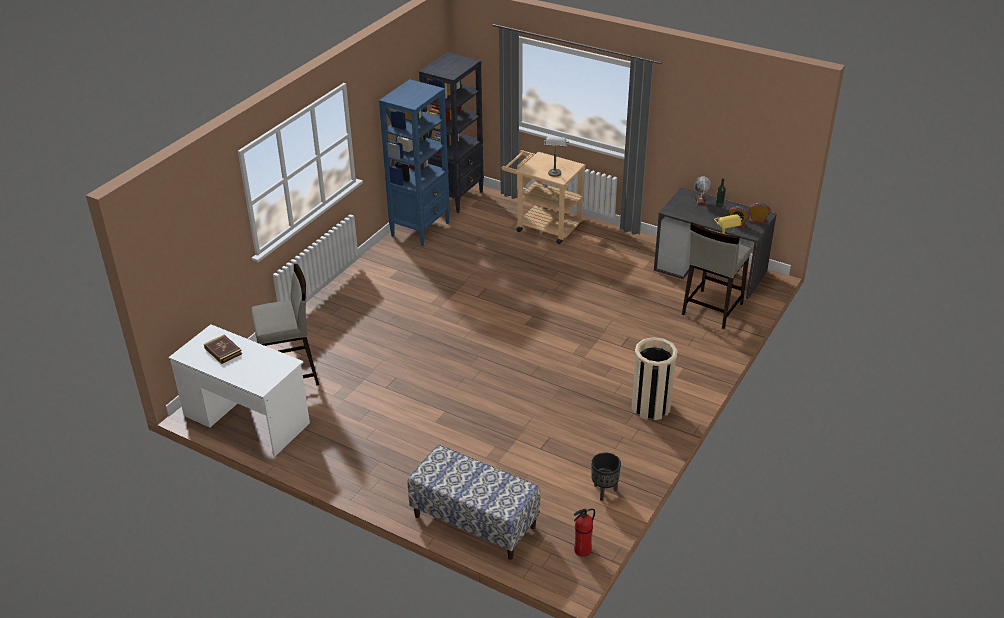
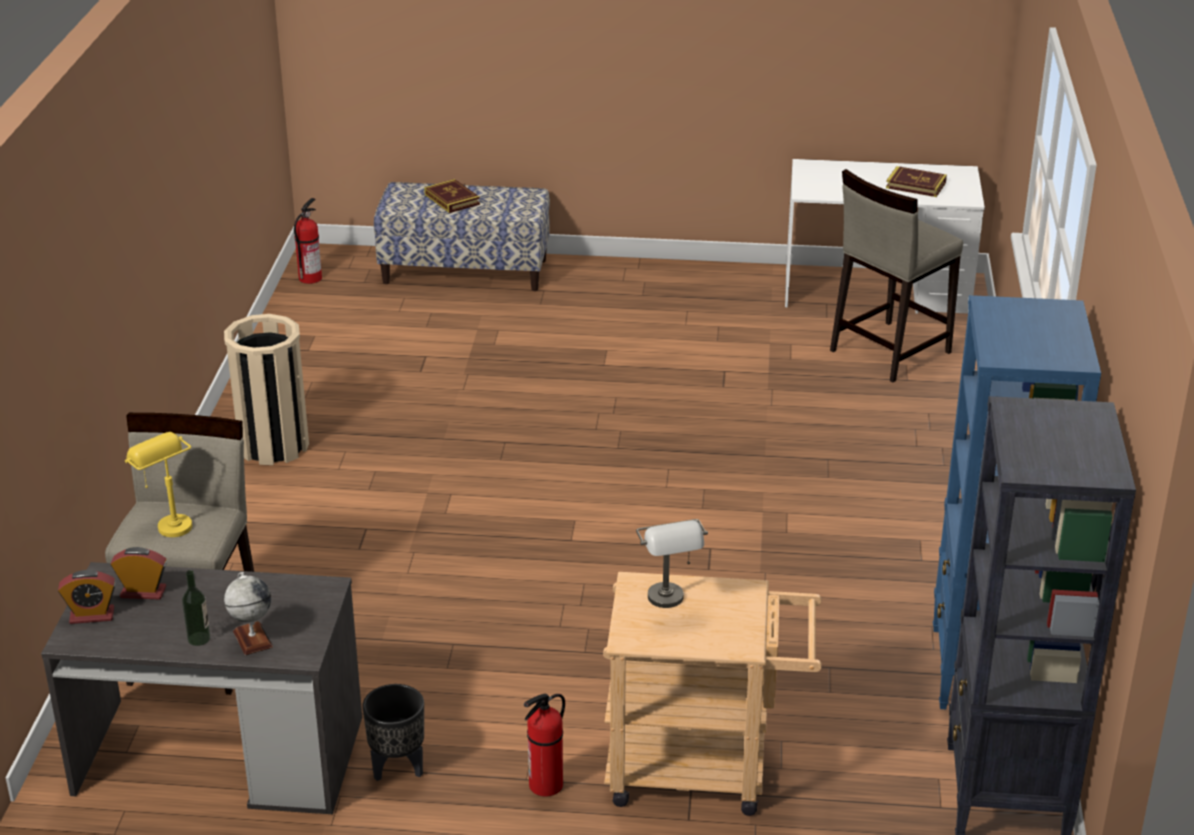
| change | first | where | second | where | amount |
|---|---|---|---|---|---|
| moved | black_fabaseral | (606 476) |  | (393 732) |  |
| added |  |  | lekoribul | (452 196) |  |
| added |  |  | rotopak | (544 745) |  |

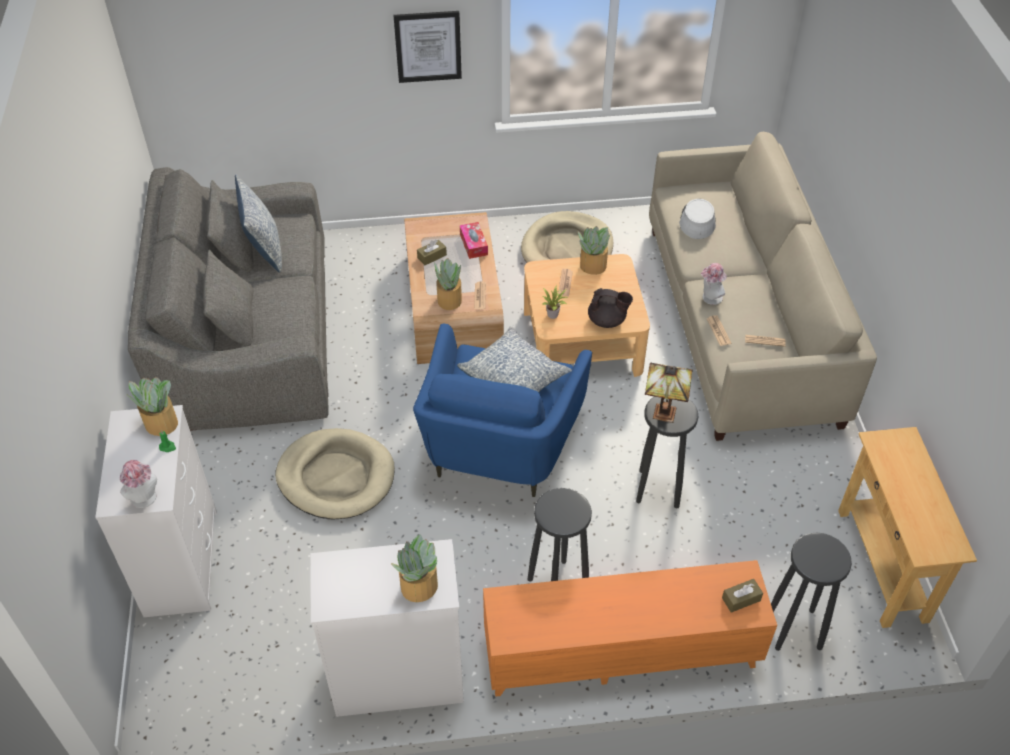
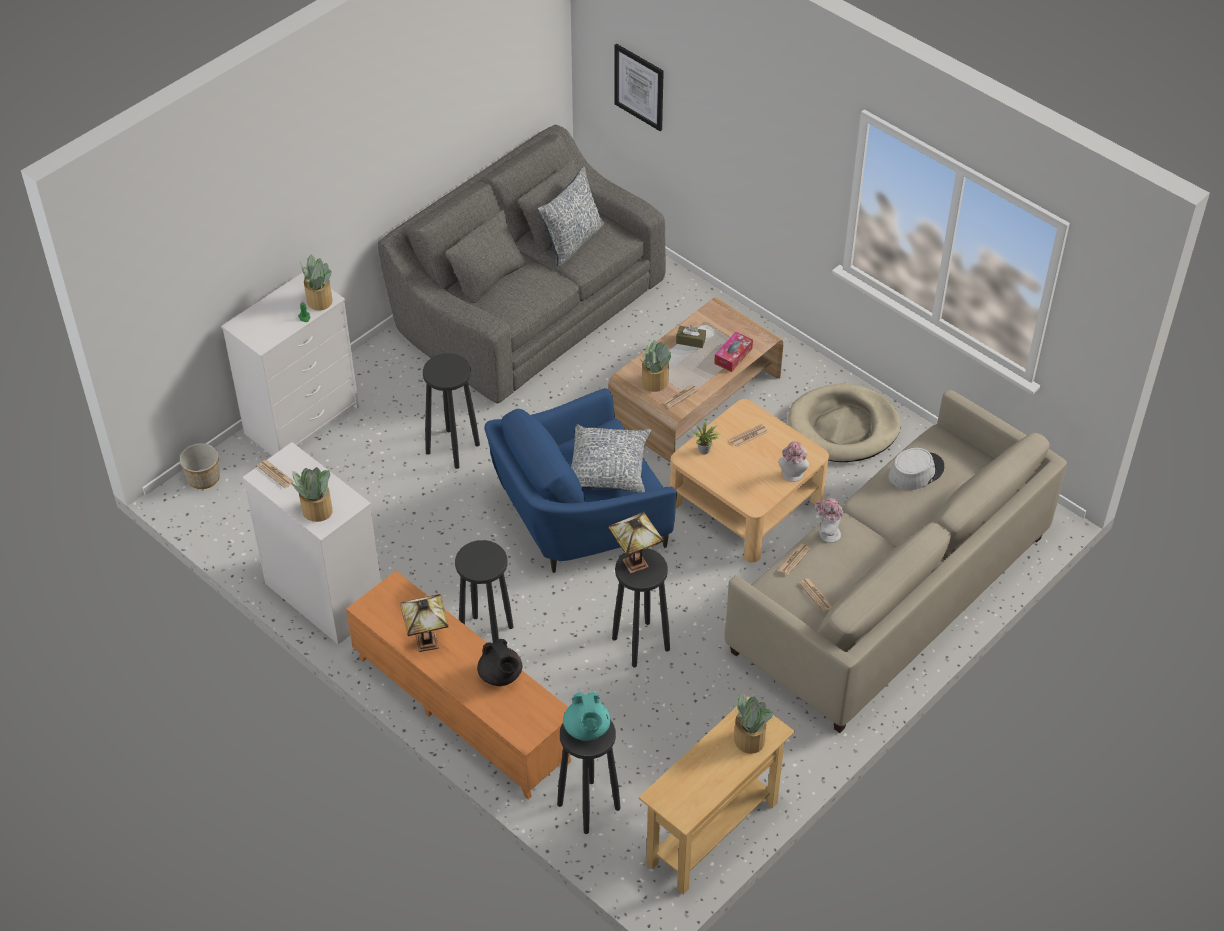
| change | first | where | second | where | amount |
|---|---|---|---|---|---|
| moved | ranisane | (427 47) |  | (639 87) |  |
| moved | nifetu | (594 250) |  | (753 723) |  |
| moved | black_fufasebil | (610 308) |  | (499 662) |  |
| replaced | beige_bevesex | (335 473) | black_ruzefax | (451 411) |  |
| moved | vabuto | (138 484) |  | (794 461) |  |
| removed | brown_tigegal | (742 596) |  |  |  |
| added |  |  | fabaseral | (200 466) |  |
| added |  |  | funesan | (275 474) |  |
| added |  |  | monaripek | (424 623) |  |
| added |  |  | turquoise_fufasebil | (586 716) |  |

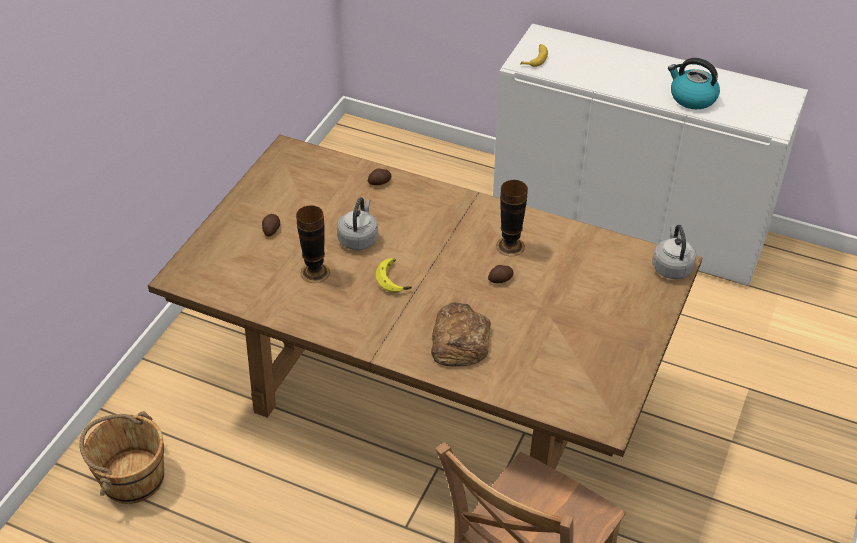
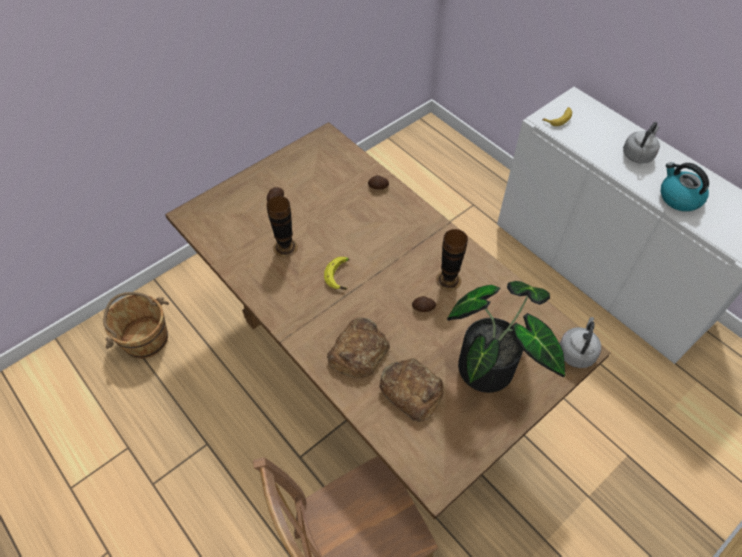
| change | first | where | second | where | amount |
|---|---|---|---|---|---|
| moved | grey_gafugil | (357 223) |  | (641 143) |  |
| added |  |  | nifetu | (506 337) |  |
| added |  |  | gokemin | (412 390) |  |

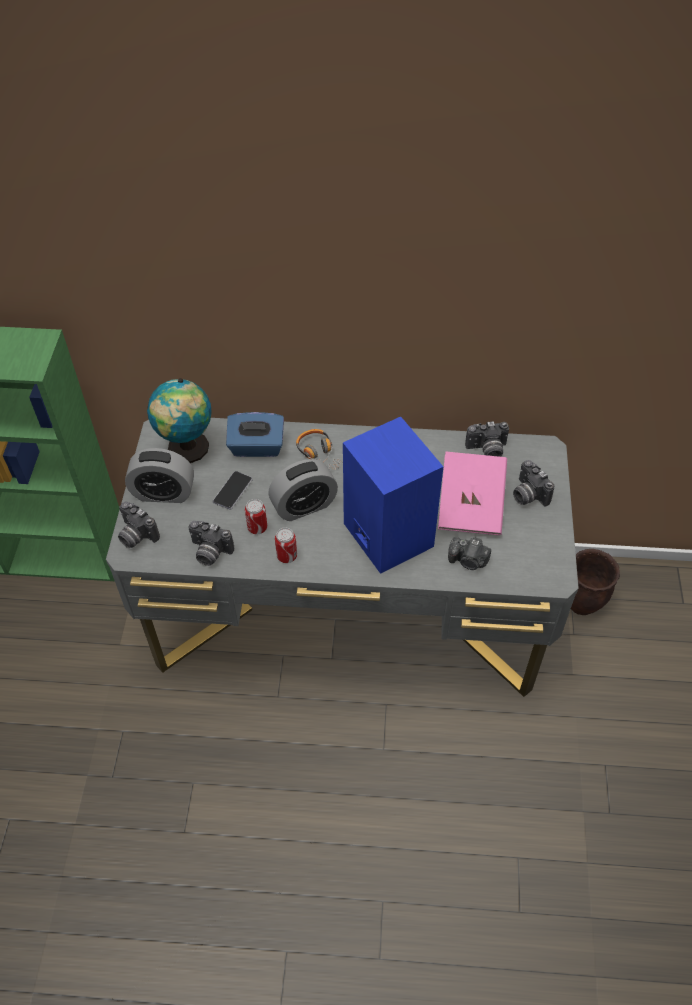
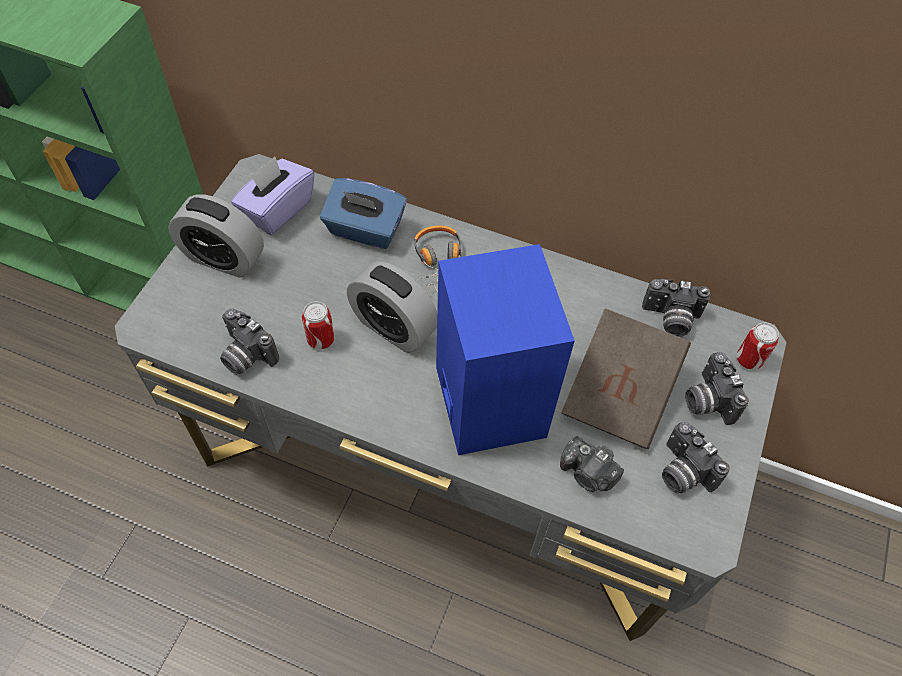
| change | first | where | second | where | amount |
|---|---|---|---|---|---|
| replaced | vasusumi | (179 420) | purple_tigegal | (273 196) |  |
| recoloured | pink_lekoribul | (472 493) | brown_lekoribul | (626 378) |  |
| turned | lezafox | (303 490) |  | (392 307) | 45 degrees clockwise |
| removed | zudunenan | (233 490) |  |  |  |
| moved | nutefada | (139 525) |  | (696 458) |  |
| moved | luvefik | (286 545) |  | (757 346) |  |
| removed | brown_fabaseral | (595 582) |  |  |  |

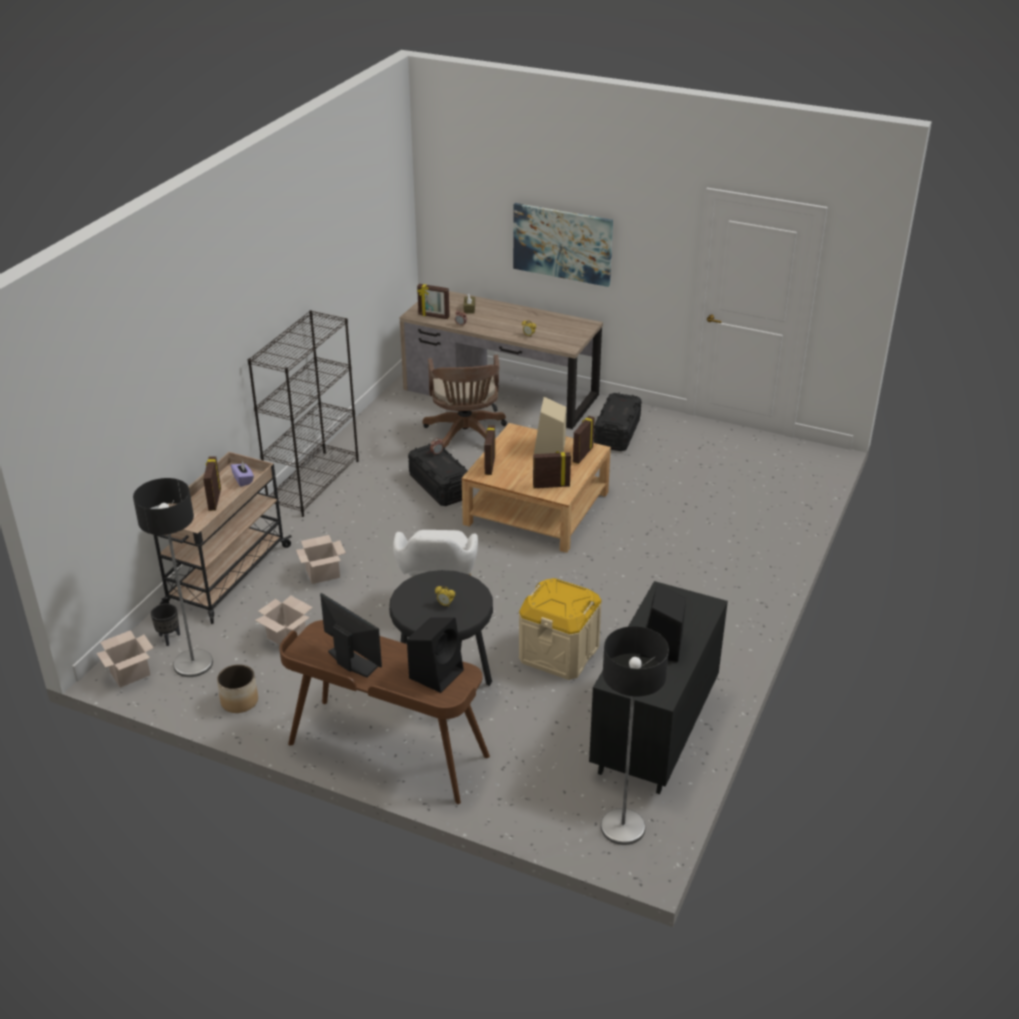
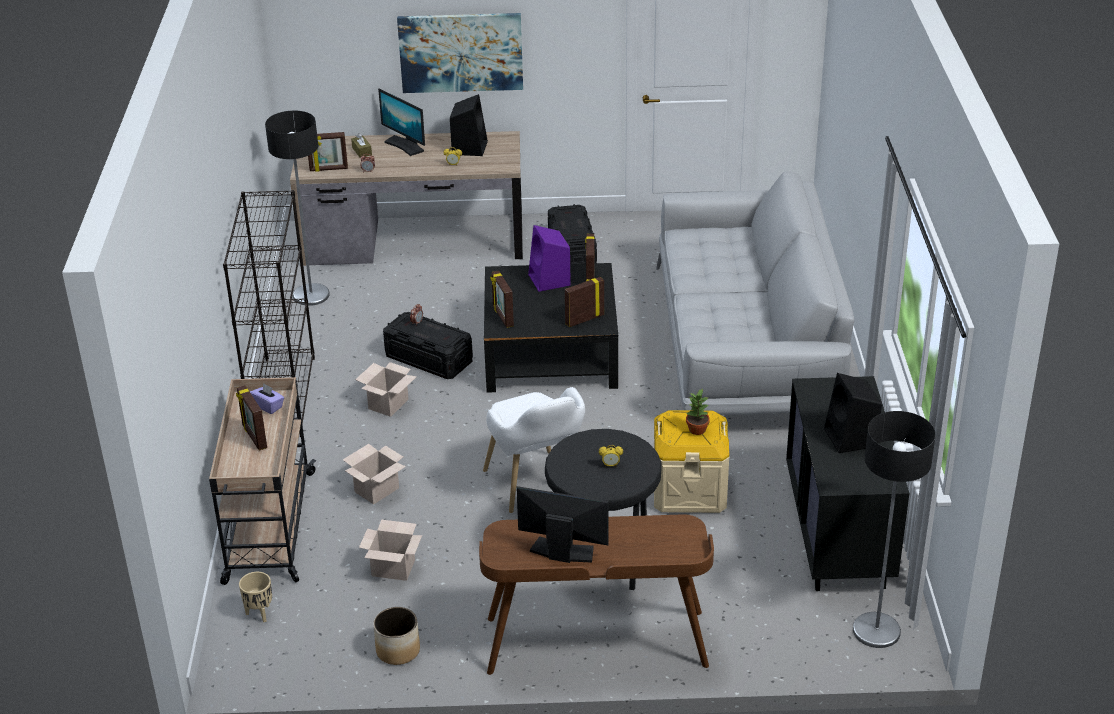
| change | first | where | second | where | amount |
|---|---|---|---|---|---|
| removed | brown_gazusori | (465 401) |  |  |  |
| recoloured | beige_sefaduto | (550 425) | purple_sefaduto | (549 258) |  |
| recoloured | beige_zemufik | (536 488) | black_zemufik | (551 328) |  |
| moved | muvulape | (173 577) |  | (297 208) |  |
| recoloured | black_fabaseral | (165 624) | beige_fabaseral | (255 597) |  |
| moved | black_sefaduto | (435 655) |  | (469 125) |  |
| moved | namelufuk | (124 659) |  | (386 389) |  |
| added |  |  | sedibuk | (401 122) |  |
| added |  |  | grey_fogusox | (755 293) |  |
| added |  |  | nifetu | (698 411) |  |

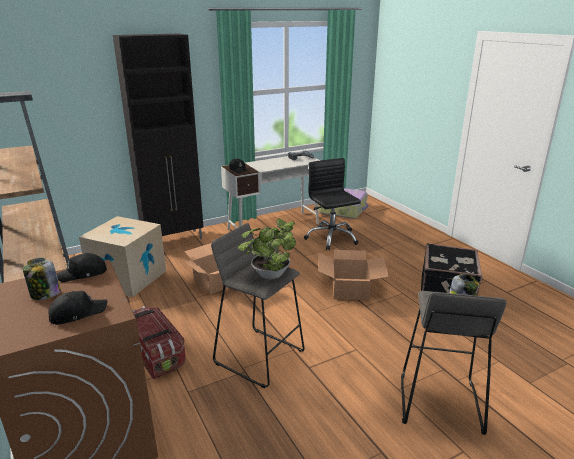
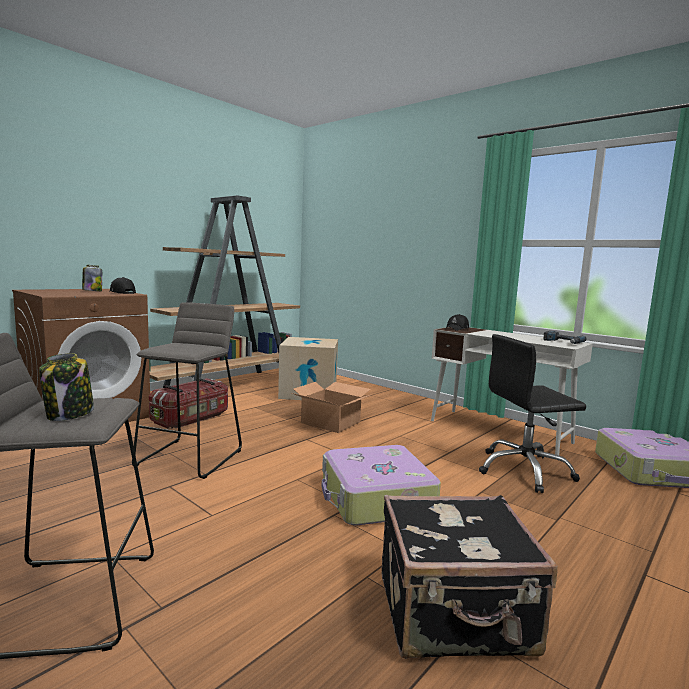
| change | first | where | second | where | amount |
|---|---|---|---|---|---|
| removed | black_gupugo | (158 136) |  |  |  |
| turned | black_gazusori | (332 204) |  | (532 413) | 150 degrees counterclockwise |
| removed | nifetu | (267 249) |  |  |  |
| replaced | namelufuk | (354 275) | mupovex | (381 485) |  |
| removed | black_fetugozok | (77 307) |  |  |  |

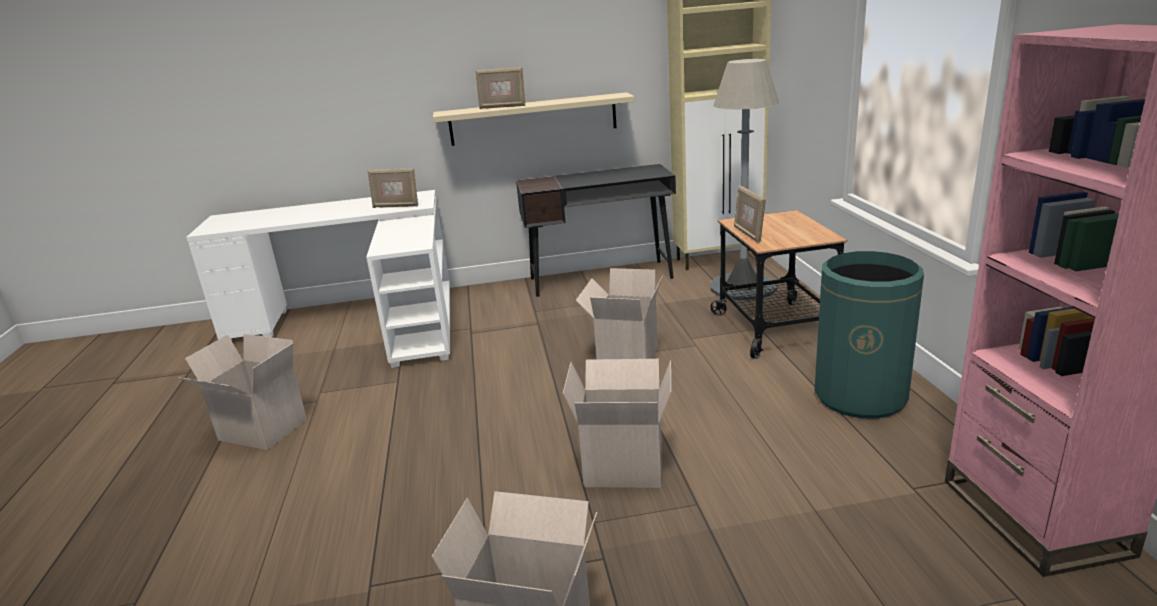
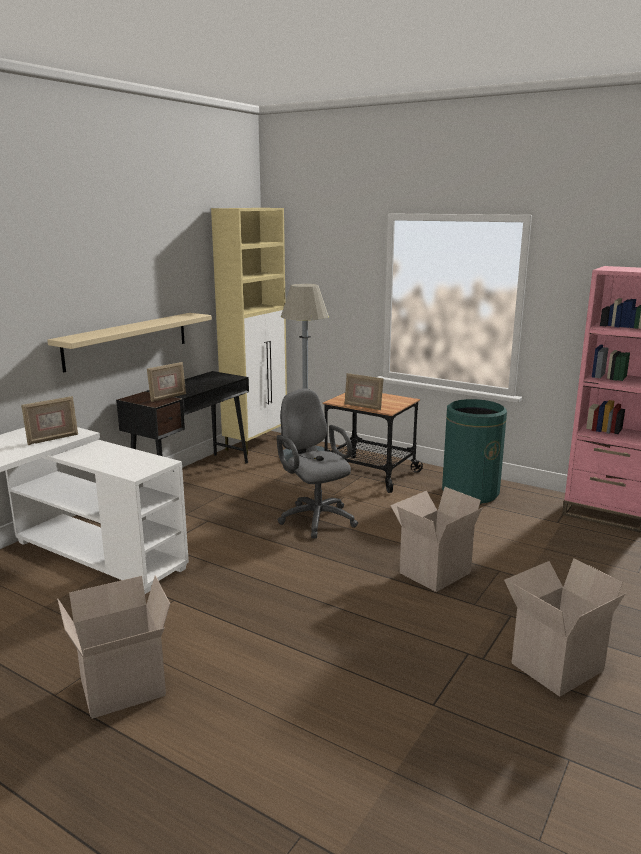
| change | first | where | second | where | amount |
|---|---|---|---|---|---|
| moved | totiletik | (500 88) |  | (166 382) |  |
| replaced | namelufuk | (619 313) | grey_gazusori | (317 463) |  |

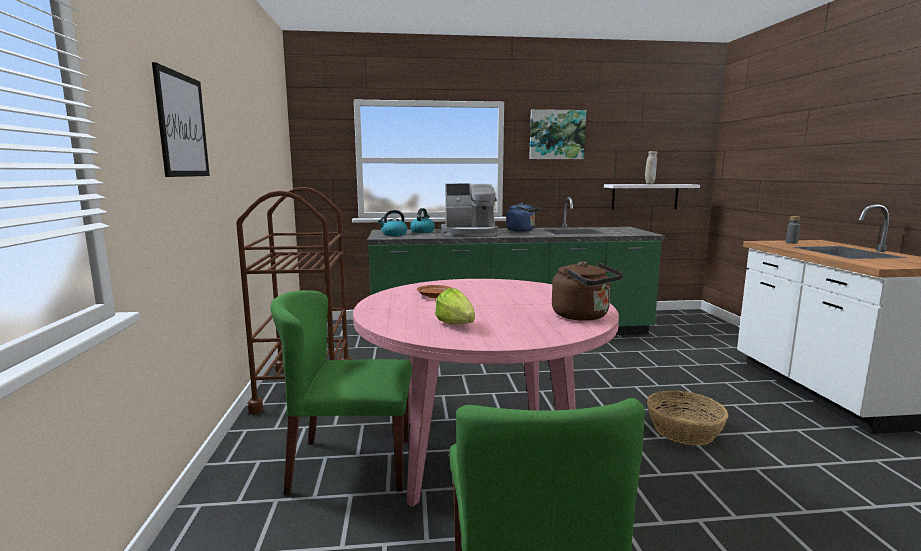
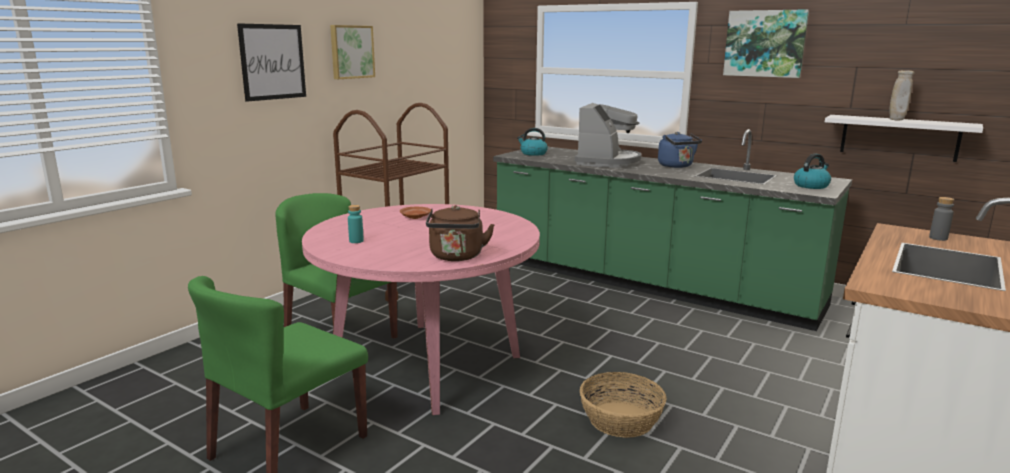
| change | first | where | second | where | amount |
|---|---|---|---|---|---|
| turned | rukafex | (469 210) |  | (608 135) | 105 degrees counterclockwise |
| moved | gafugil | (422 220) |  | (812 171) |  |
| replaced | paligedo | (455 306) | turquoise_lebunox | (356 224) |  |
| added |  |  | ranisane | (352 52) |  |

